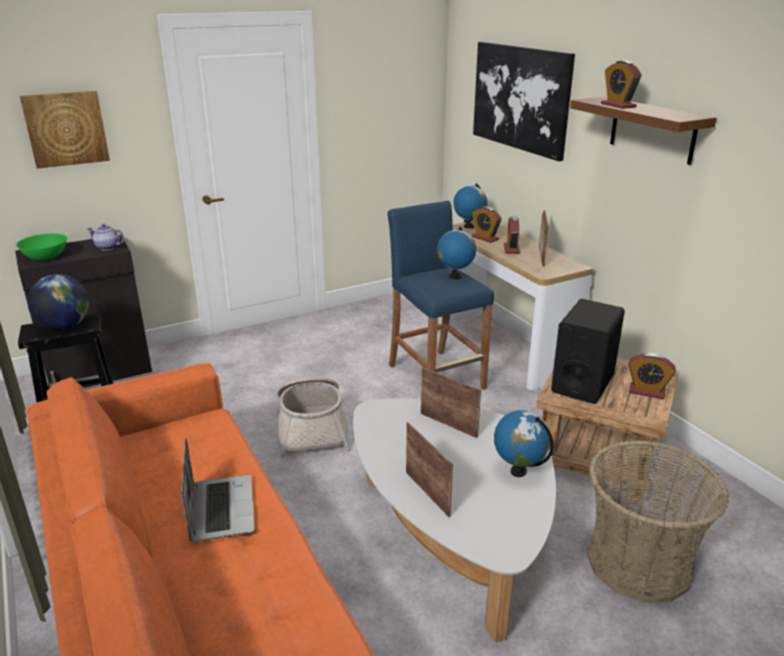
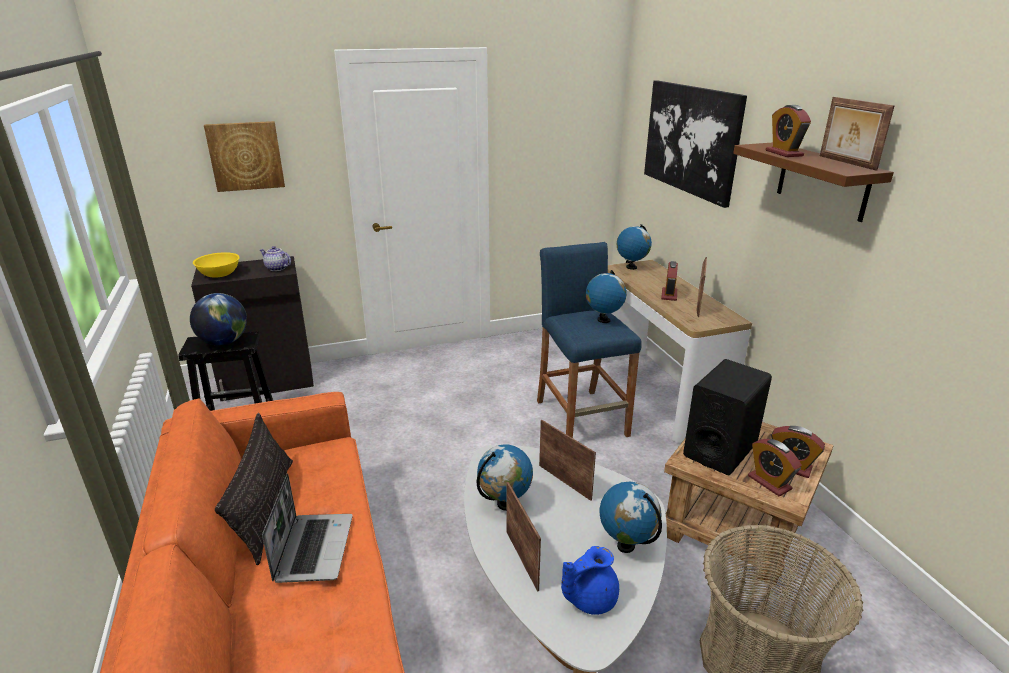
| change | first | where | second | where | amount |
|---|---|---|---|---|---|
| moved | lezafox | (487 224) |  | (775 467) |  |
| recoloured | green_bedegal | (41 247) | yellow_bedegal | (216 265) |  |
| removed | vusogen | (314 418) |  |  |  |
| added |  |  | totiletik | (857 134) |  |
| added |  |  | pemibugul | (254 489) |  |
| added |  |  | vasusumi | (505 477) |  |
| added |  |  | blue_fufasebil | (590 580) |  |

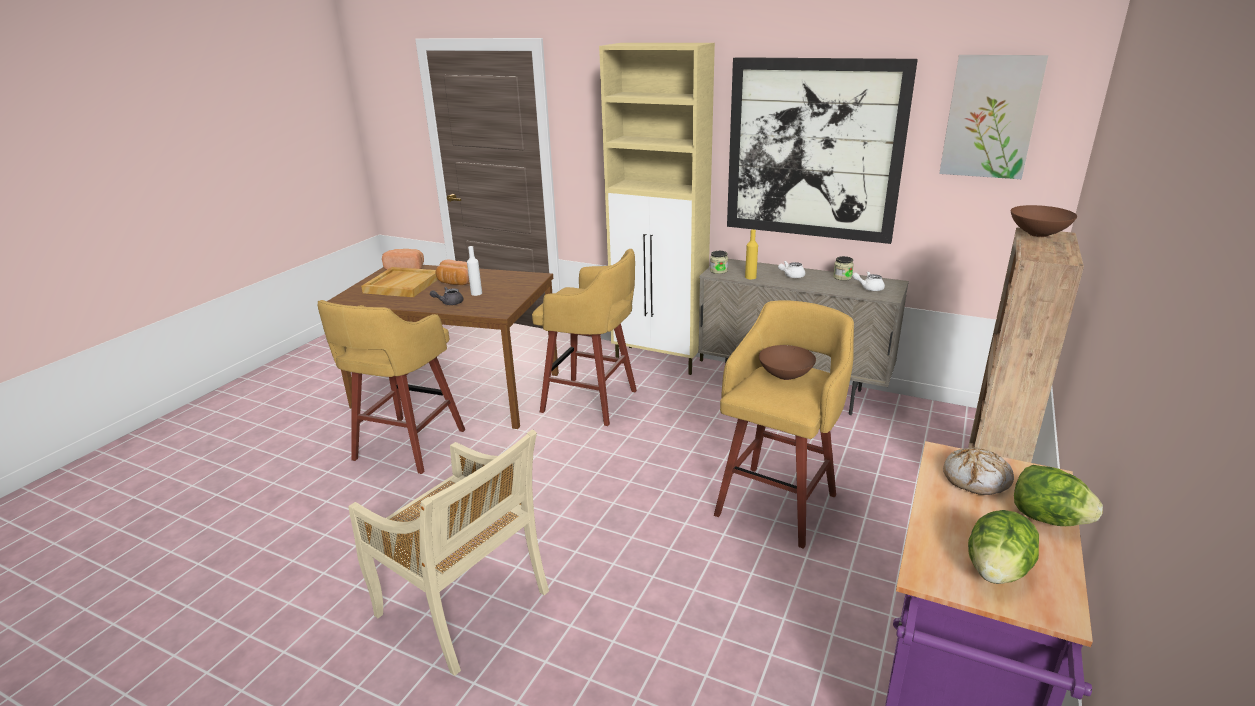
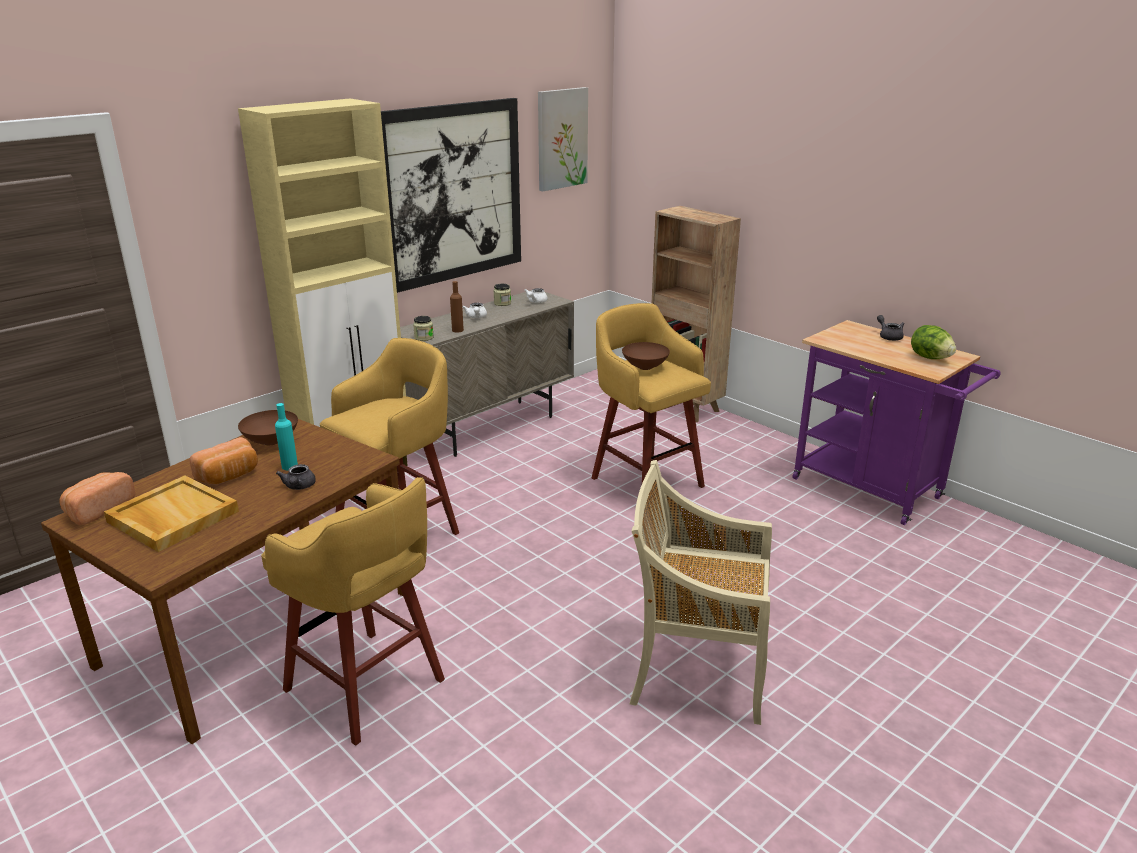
| change | first | where | second | where | amount |
|---|---|---|---|---|---|
| moved | brown_bedegal | (1044 221) |  | (268 427) |  |
| recoloured | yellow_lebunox | (751 254) | brown_lebunox | (457 307) |  |
| recoloured | white_lebunox | (474 271) | turquoise_lebunox | (286 436) |  |
| turned | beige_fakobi | (448 552) |  | (701 592) | 135 degrees counterclockwise |
| removed | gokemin | (978 471) |  |  |  |
| replaced | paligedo | (1058 495) | grey_fufasebil | (891 328) |  |

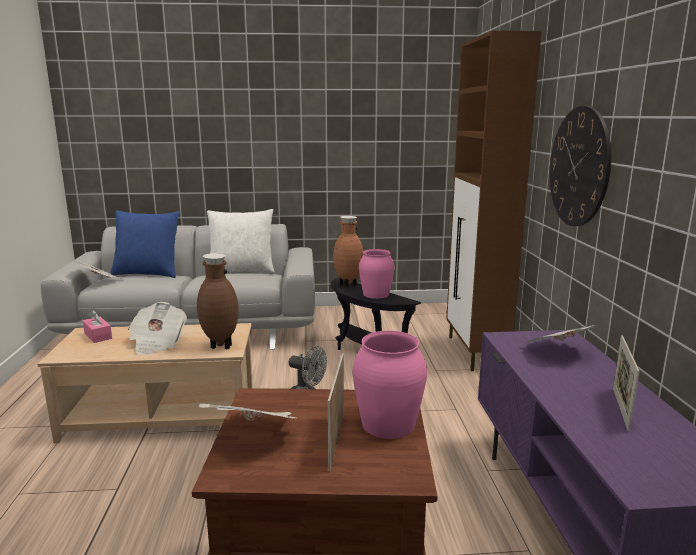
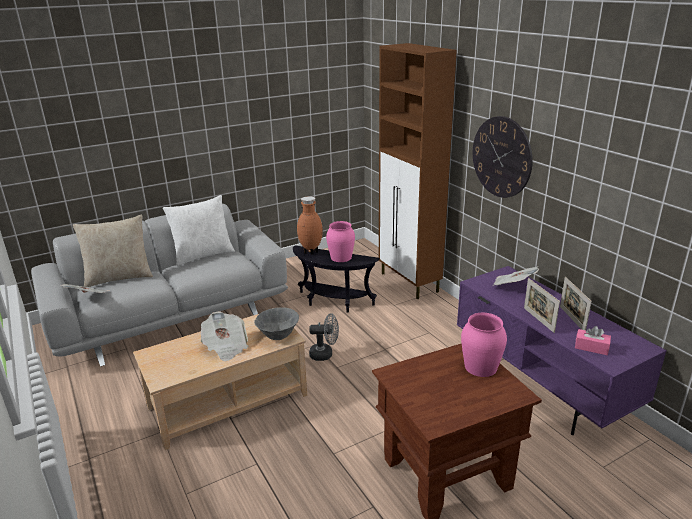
| change | first | where | second | where | amount |
|---|---|---|---|---|---|
| recoloured | blue_pemibugul | (145 244) | beige_pemibugul | (113 251) |  |
| replaced | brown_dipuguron | (218 301) | grey_bedegal | (276 323) |  |
| moved | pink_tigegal | (97 326) |  | (593 340) |  |
| moved | totiletik | (336 412) |  | (542 305) |  |
| removed | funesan | (247 412) |  |  |  |

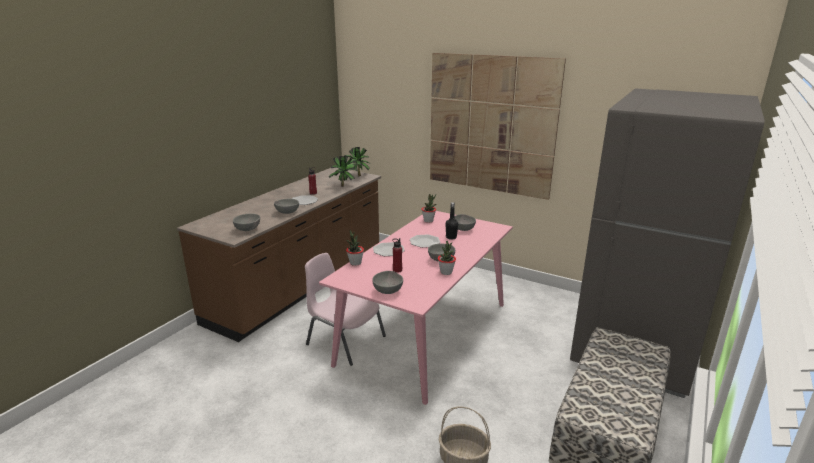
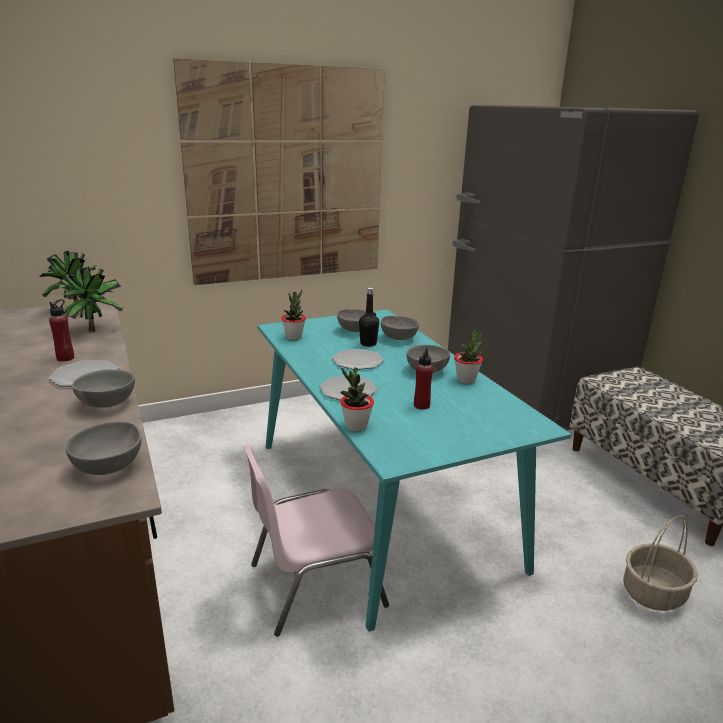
| change | first | where | second | where | amount |
|---|---|---|---|---|---|
| recoloured | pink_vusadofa | (416 308) | turquoise_vusadofa | (414 470) |  |
| moved | grey_bedegal | (387 282) |  | (400 328) |  |

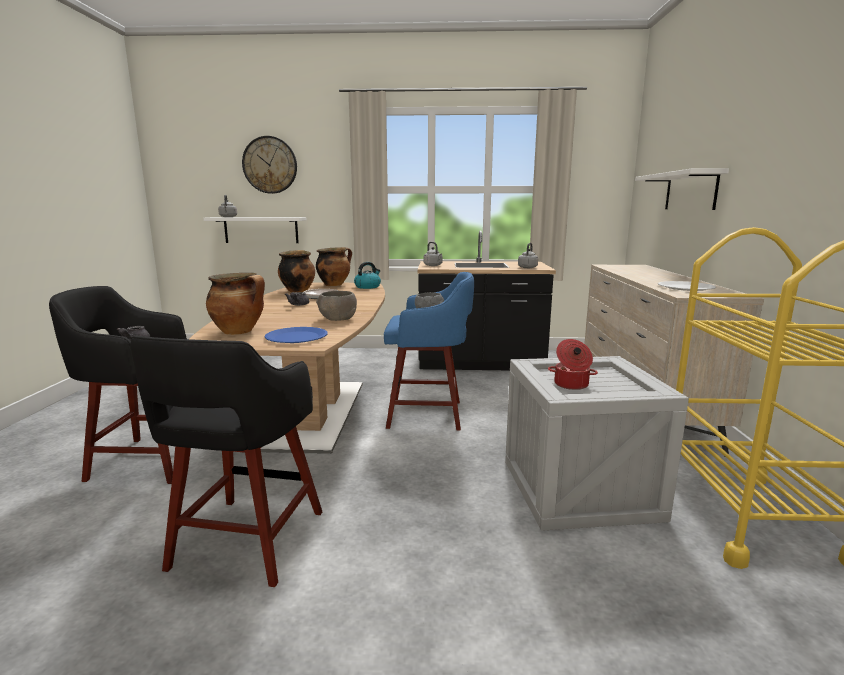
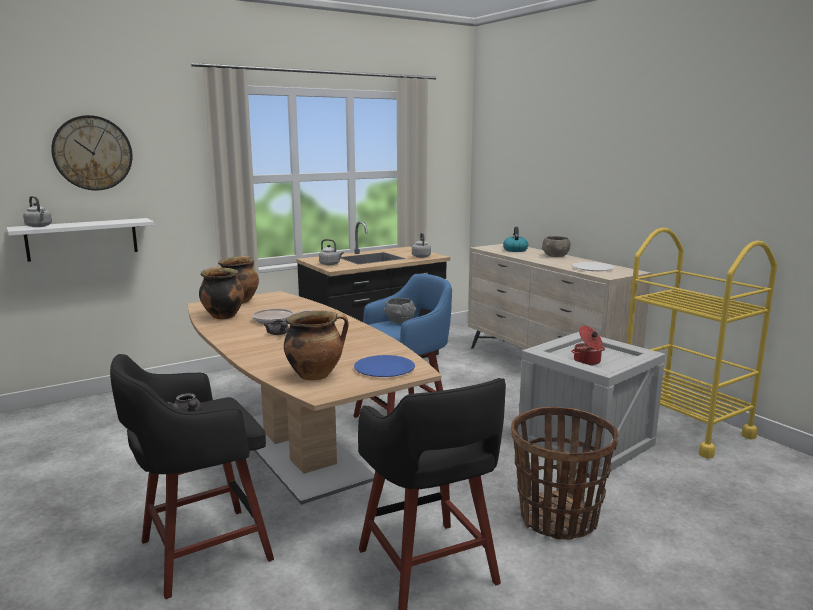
| change | first | where | second | where | amount |
|---|---|---|---|---|---|
| removed | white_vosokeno | (682 189) |  |  |  |
| moved | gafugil | (367 275) |  | (515 239) |  |
| moved | grey_bedegal | (336 306) |  | (556 246) |  |
| added |  |  | vusogen | (565 473) |  |

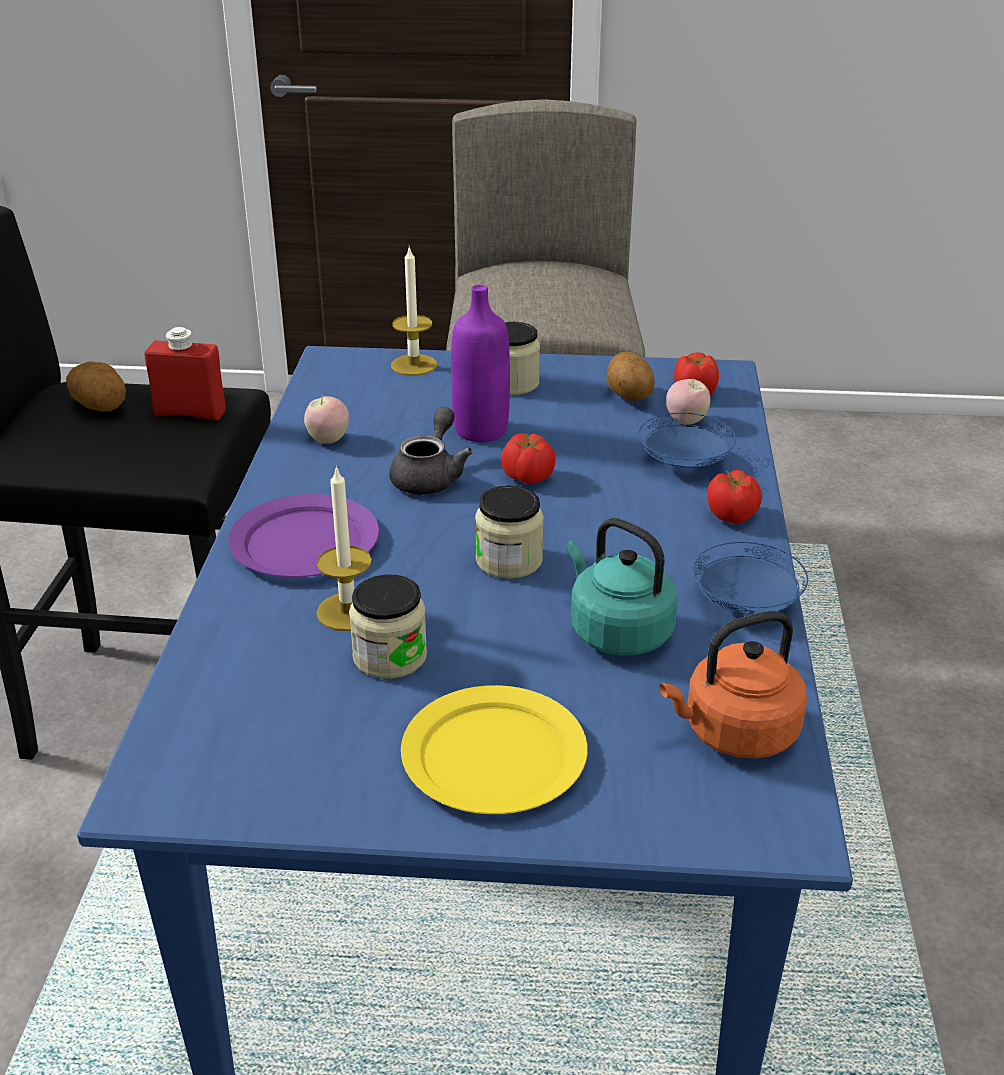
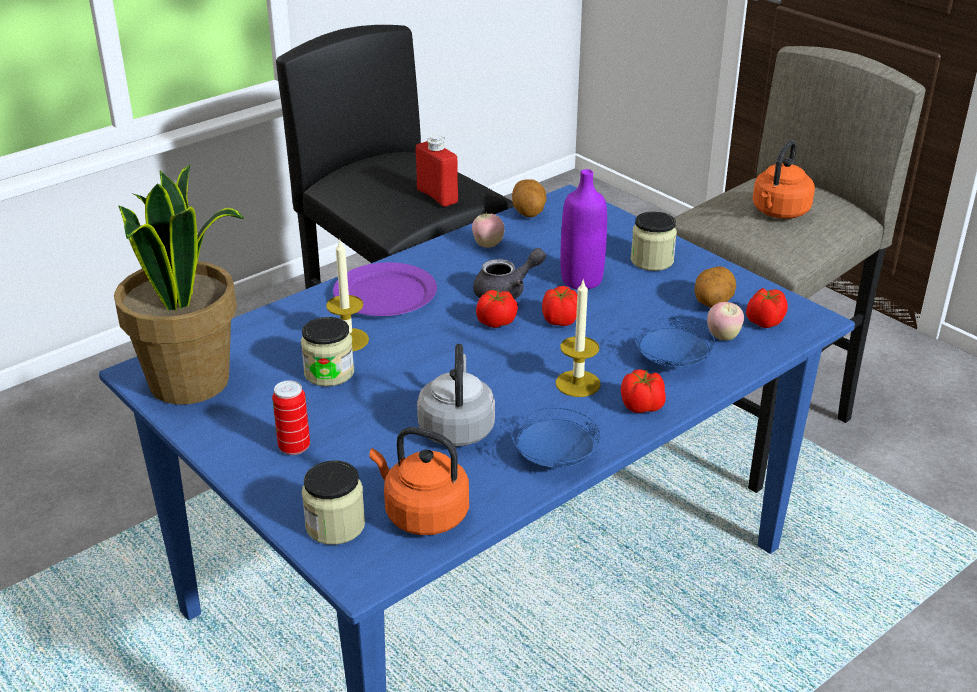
| change | first | where | second | where | amount |
|---|---|---|---|---|---|
| moved | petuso | (414 311) |  | (578 338) |  |
| moved | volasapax | (96 387) |  | (529 198) |  |
| moved | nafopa | (509 532) |  | (333 503) |  |
| recoloured | turquoise_gafugil | (622 587) | grey_gafugil | (456 395) |  |
| replaced | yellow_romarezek | (494 749) | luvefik | (291 417) |  |
| added |  |  | orange_gafugil | (784 179) |  |
| added |  |  | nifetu | (179 284) |  |
| added |  |  | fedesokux | (497 309) |  |

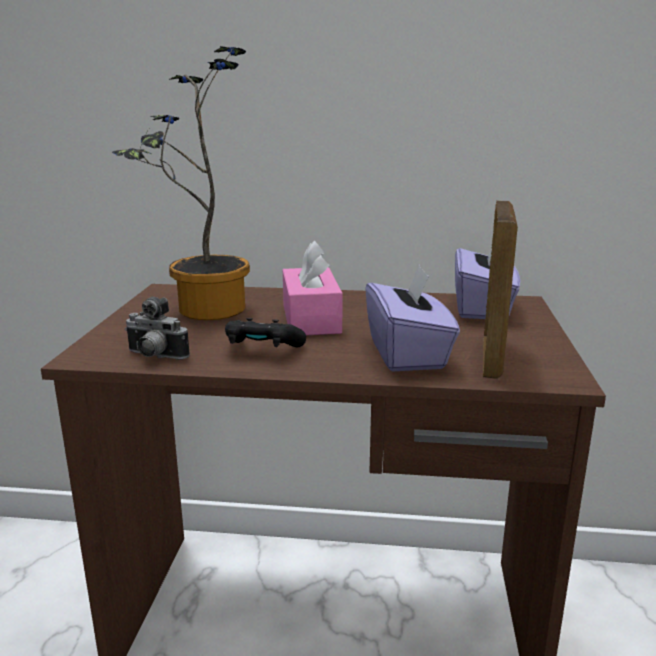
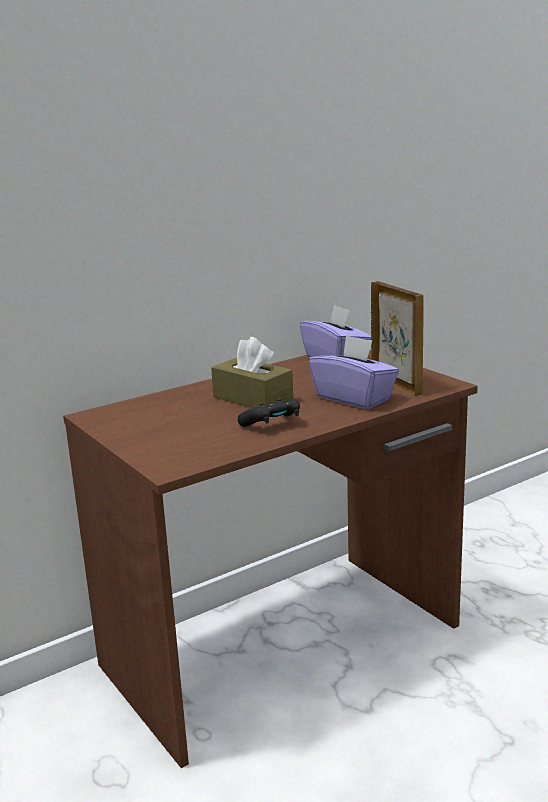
| change | first | where | second | where | amount |
|---|---|---|---|---|---|
| removed | nifetu | (181 183) |  |  |  |
| recoloured | pink_tigegal | (313 288) | brown_tigegal | (252 372) |  |
| removed | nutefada | (157 328) |  |  |  |

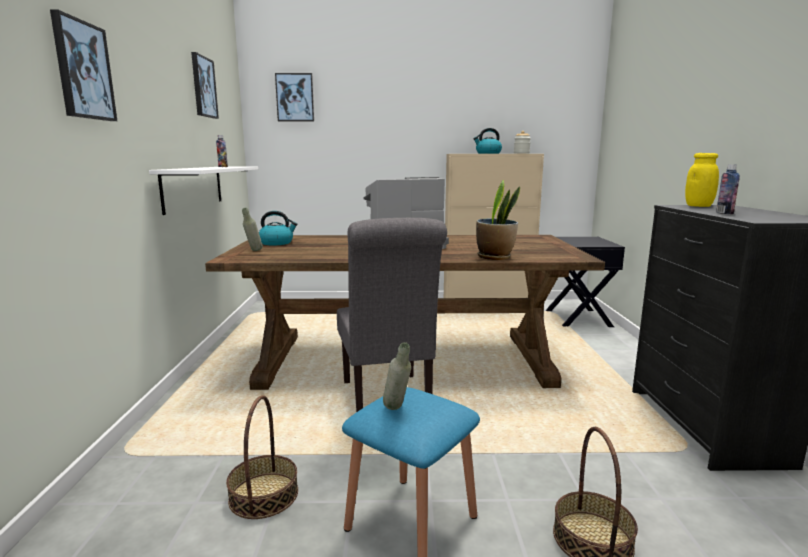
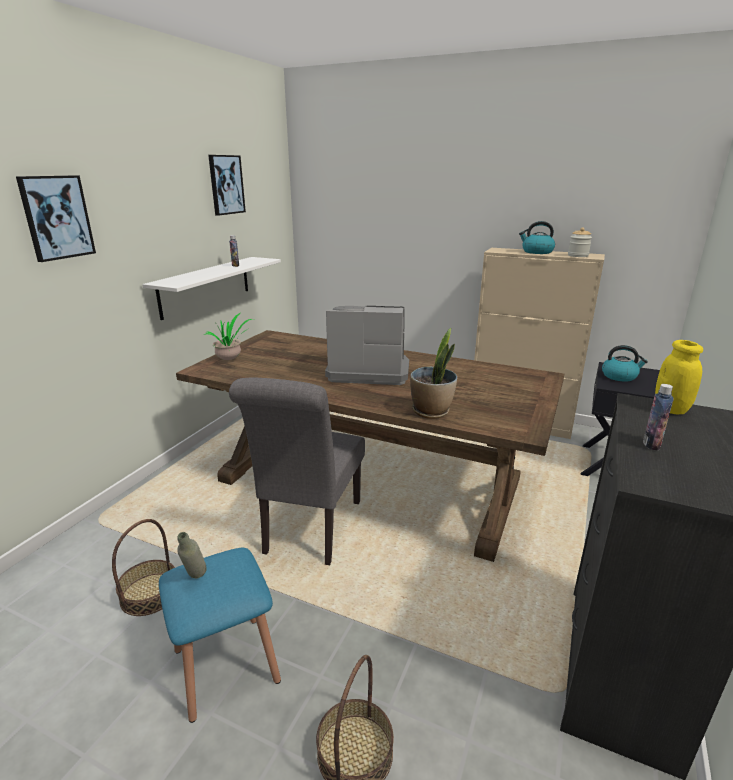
| change | first | where | second | where | amount |
|---|---|---|---|---|---|
| removed | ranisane | (294 97) |  |  |  |
| replaced | grey_lebunox | (252 229) | nifetu | (227 336) |  |
| moved | gafugil | (278 228) |  | (625 363) |  |

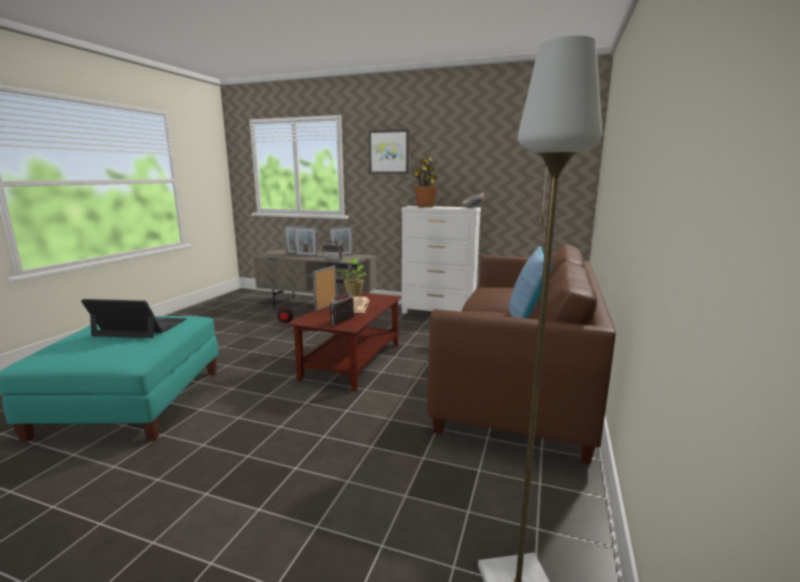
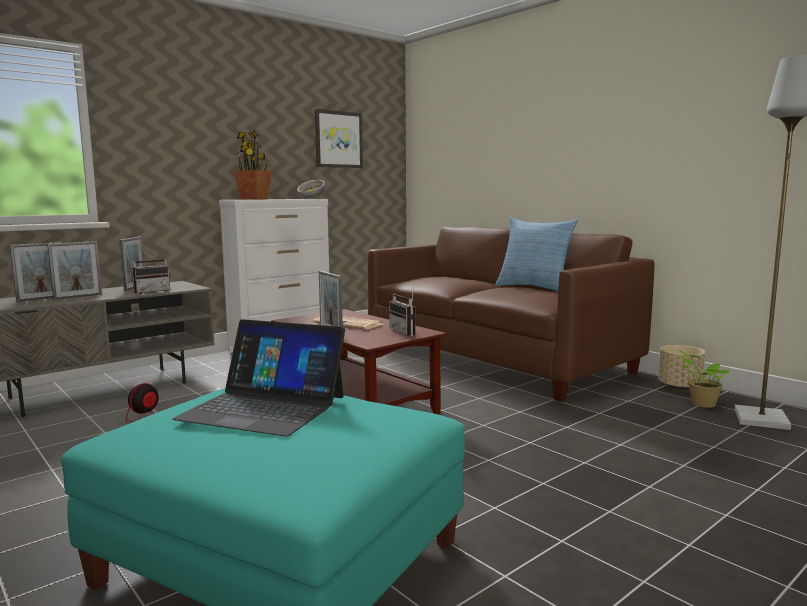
| change | first | where | second | where | amount |
|---|---|---|---|---|---|
| moved | ranisane | (388 151) |  | (339 138) |  |
| moved | nifetu | (352 277) |  | (704 379) |  |
| turned | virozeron | (134 318) |  | (258 378) | 105 degrees counterclockwise |
| added |  |  | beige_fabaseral | (681 367) |  |

